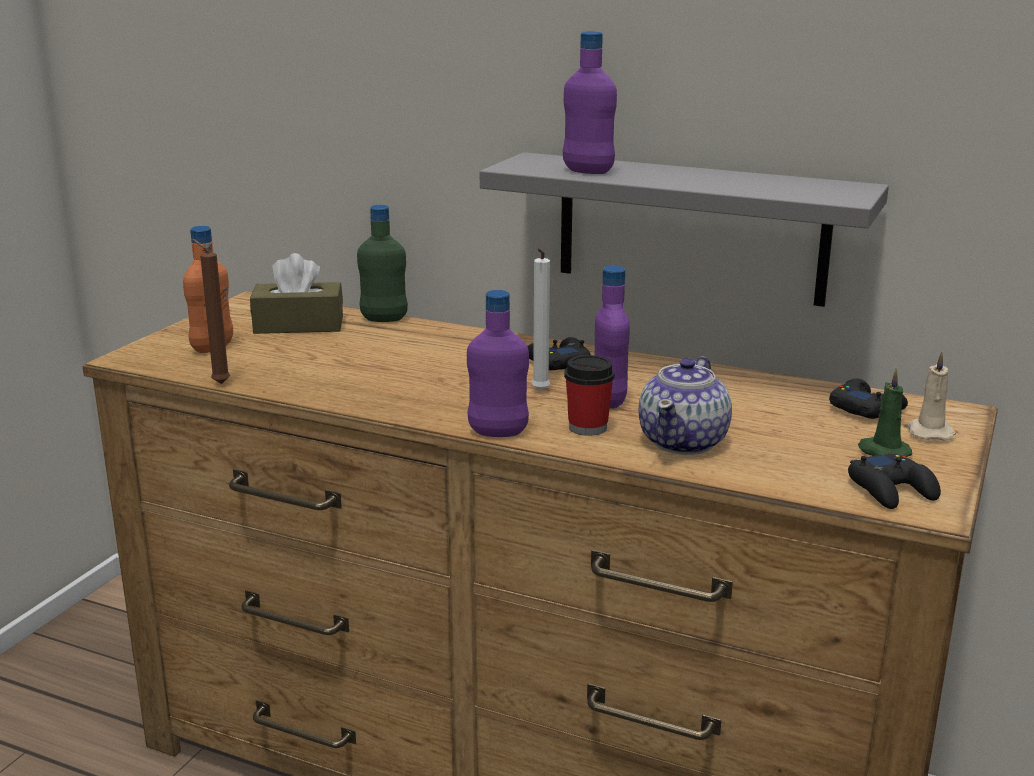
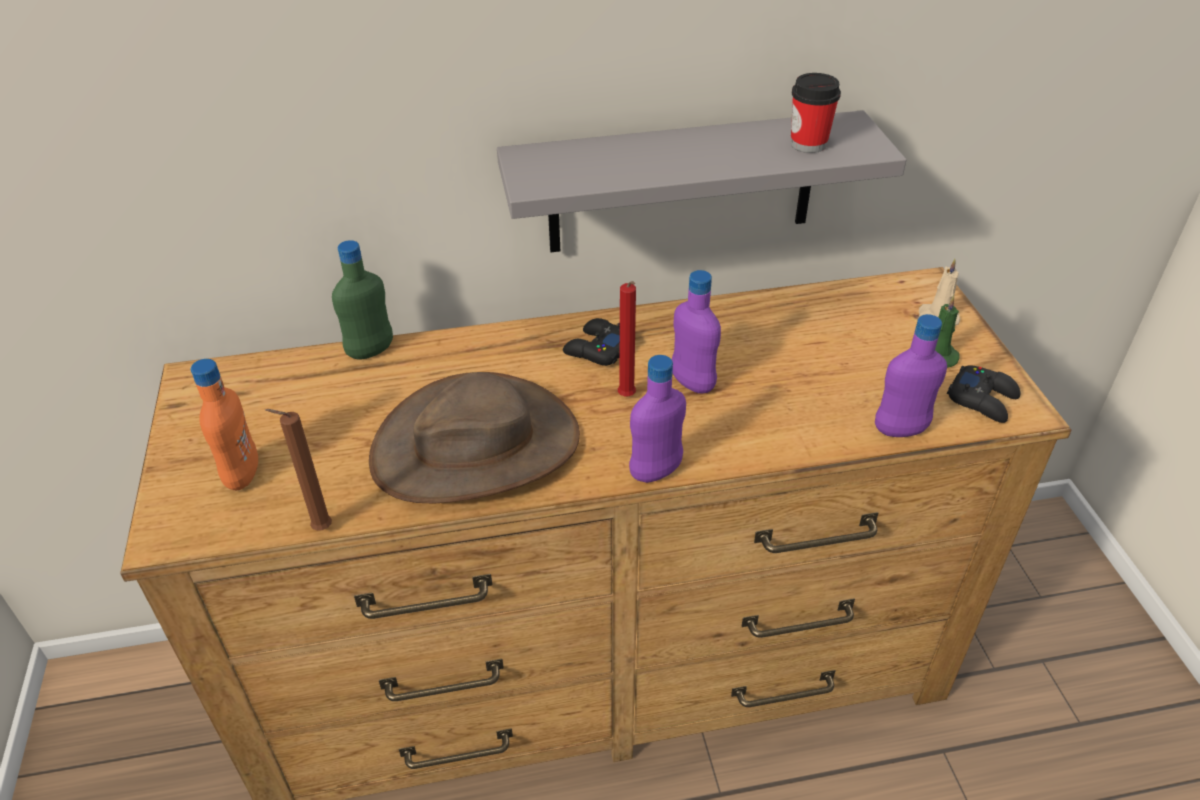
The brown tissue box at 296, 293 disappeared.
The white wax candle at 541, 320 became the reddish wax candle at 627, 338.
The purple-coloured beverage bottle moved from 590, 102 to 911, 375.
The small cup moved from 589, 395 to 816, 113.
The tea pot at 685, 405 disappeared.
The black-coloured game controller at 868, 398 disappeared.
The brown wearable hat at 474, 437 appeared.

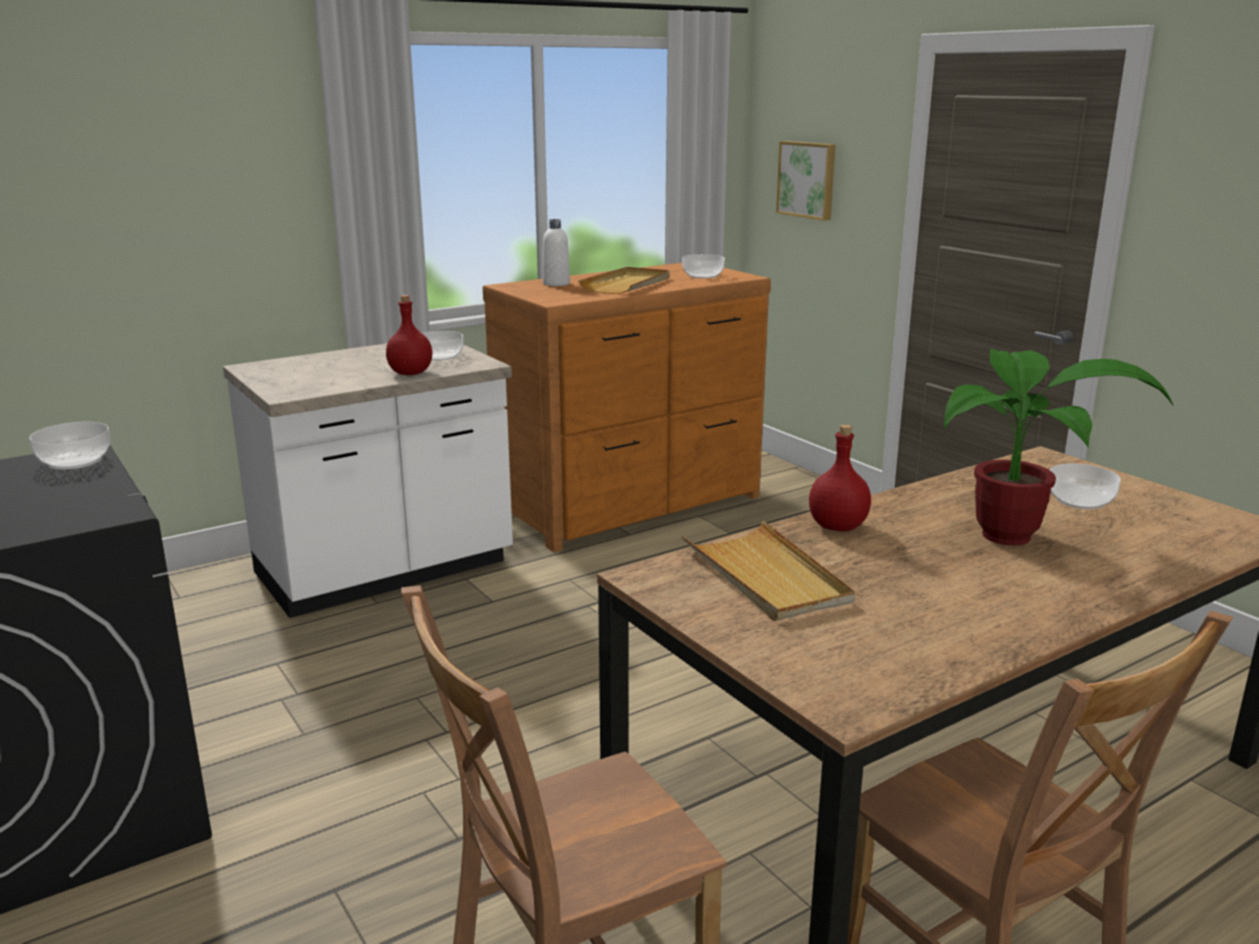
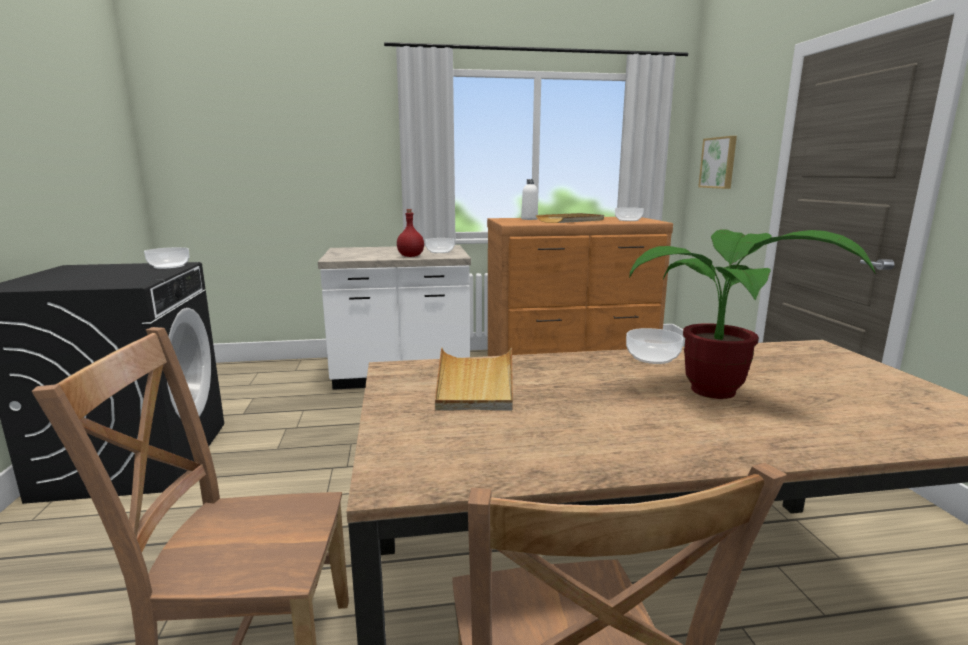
The reddish beverage bottle at 840, 478 disappeared.
The deep dish moved from 1085, 486 to 654, 346.

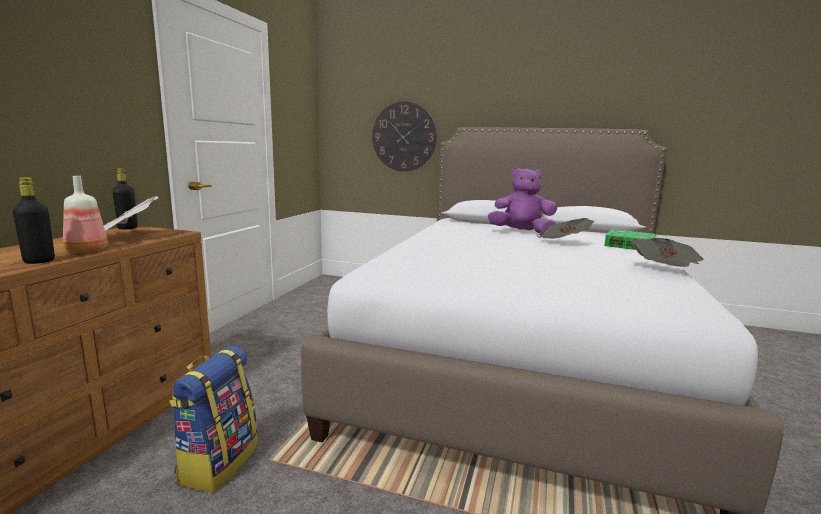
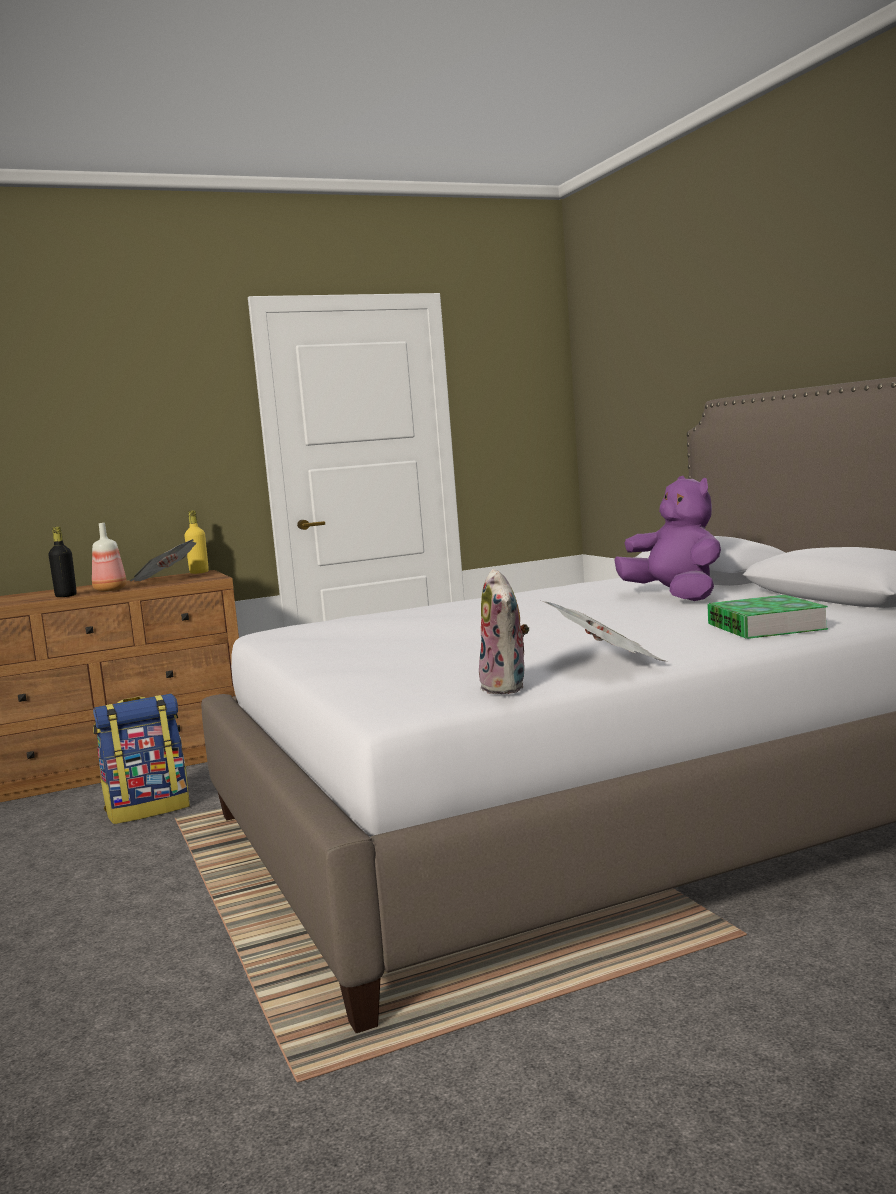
The black-coloured beverage bottle at 125, 198 became the yellow beverage bottle at 196, 542.
The wall clock at 404, 136 disappeared.
The newspaper at 566, 228 disappeared.
The plush toy at 503, 631 appeared.

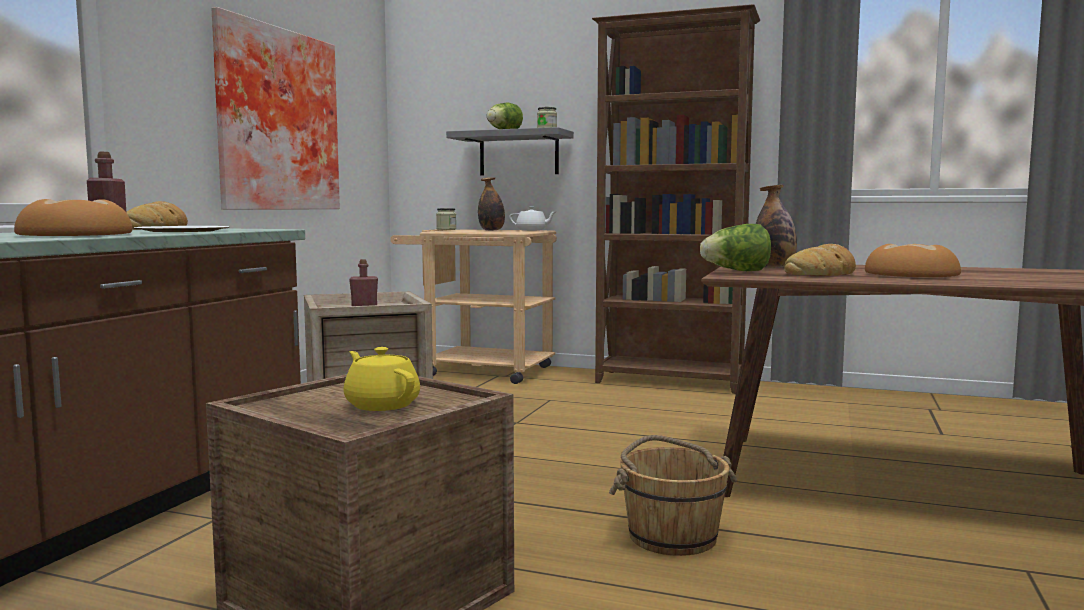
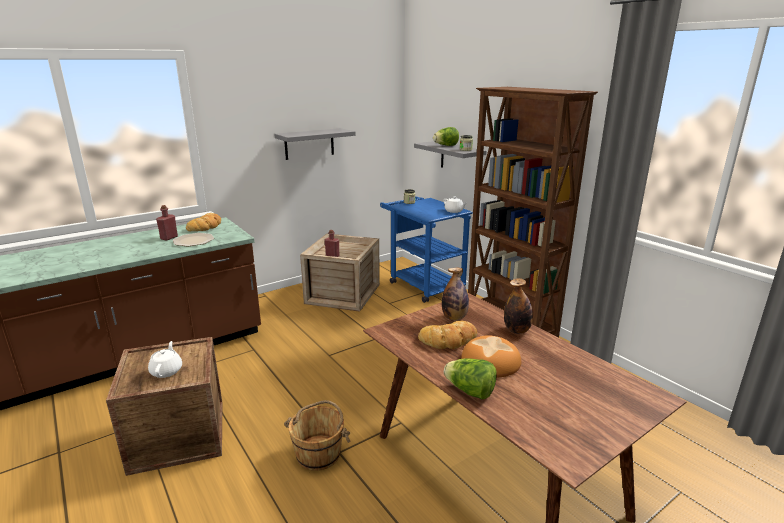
The baked bread at 73, 217 disappeared.
The picture at 275, 108 was replaced by the grey shelf at 315, 144.
The yellow tea pot at 381, 379 became the white tea pot at 165, 359.
The beige-coloured trolley at 473, 306 became the blue trolley at 426, 249.
The beverage bottle moved from 491, 204 to 518, 306.
The lettuce moved from 735, 247 to 470, 379.

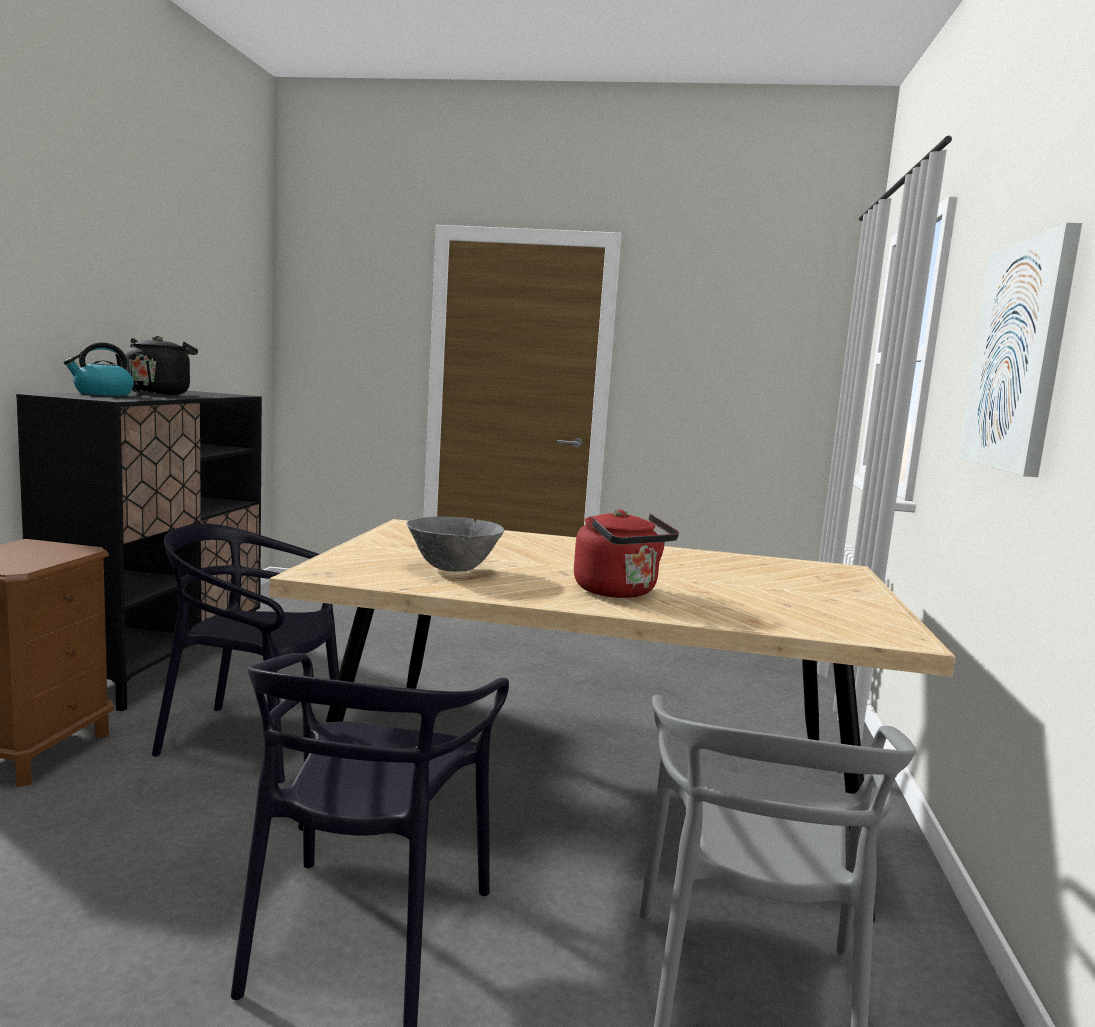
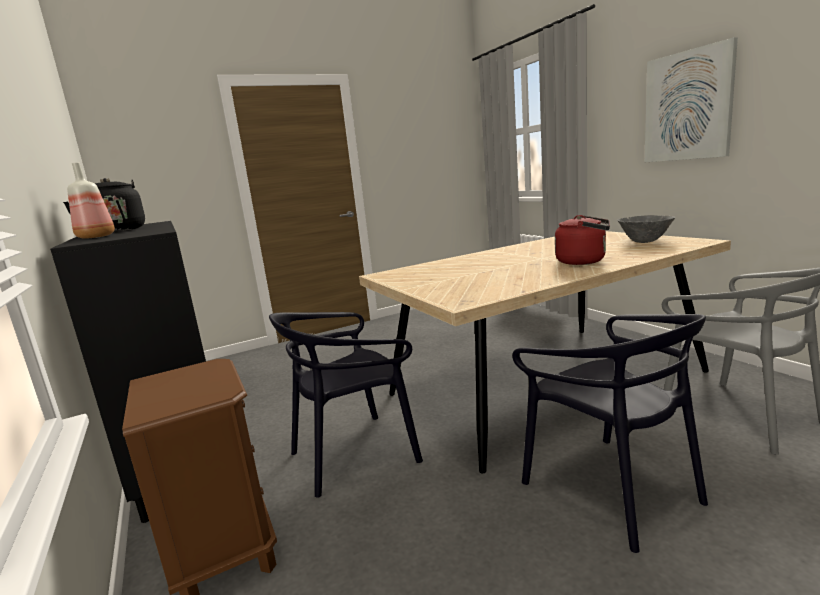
The tea kettle at 99, 369 was replaced by the beverage bottle at 91, 201.
The grey deep dish moved from 455, 544 to 646, 229.

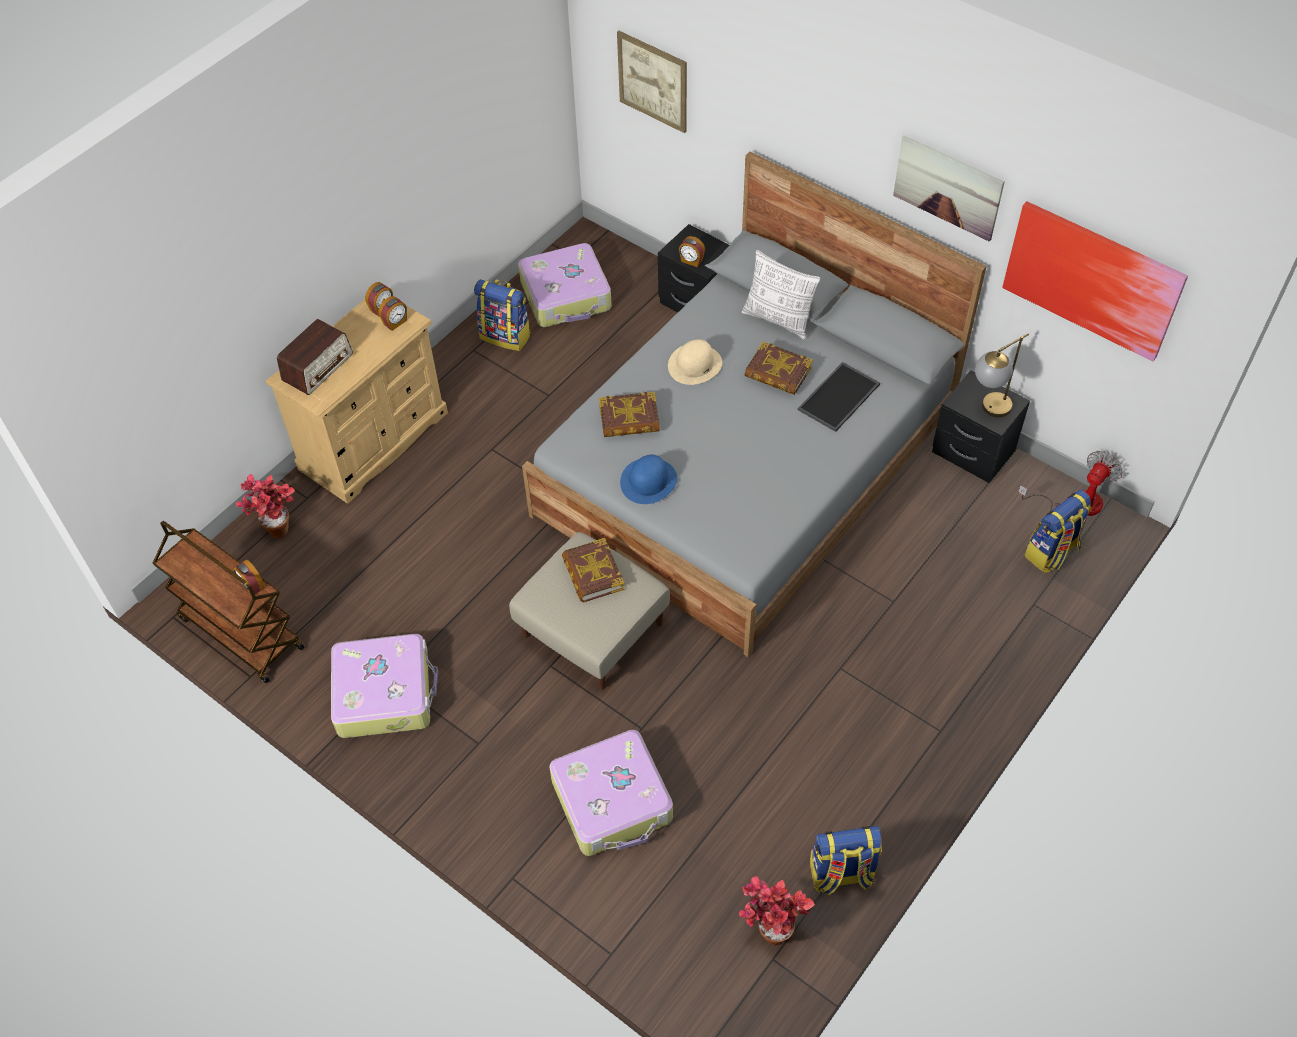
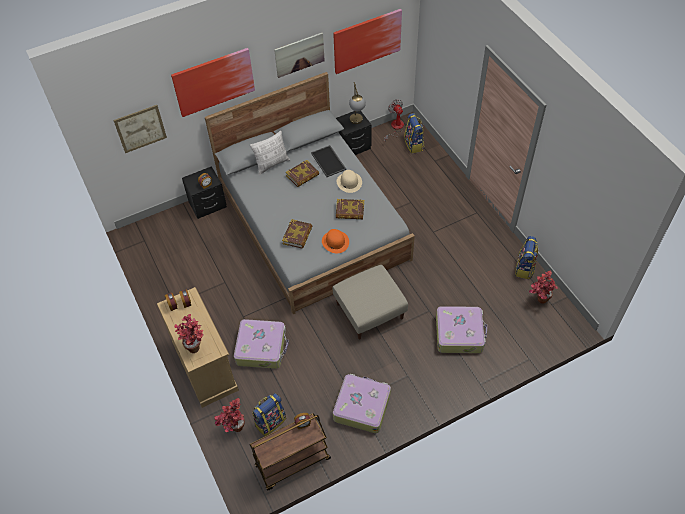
The radio at 315, 357 was replaced by the potted plant at 189, 333.
The rucksack moved from 502, 315 to 269, 414.
The suitcase moved from 565, 285 to 261, 344.
The volume moved from 593, 570 to 350, 209.
The blue wearable hat at 648, 479 became the orangey wearable hat at 335, 241.
The beige-coloured wearable hat moved from 695, 362 to 349, 181.
The picture at 213, 82 appeared.

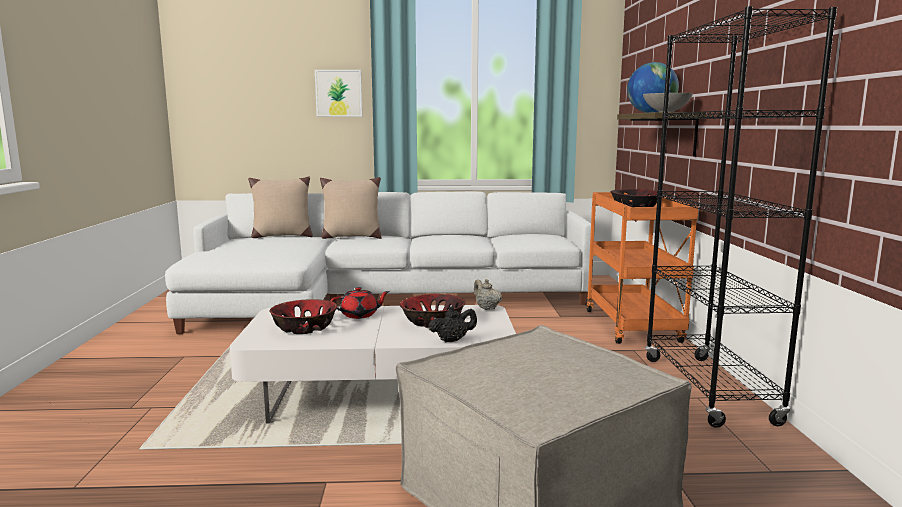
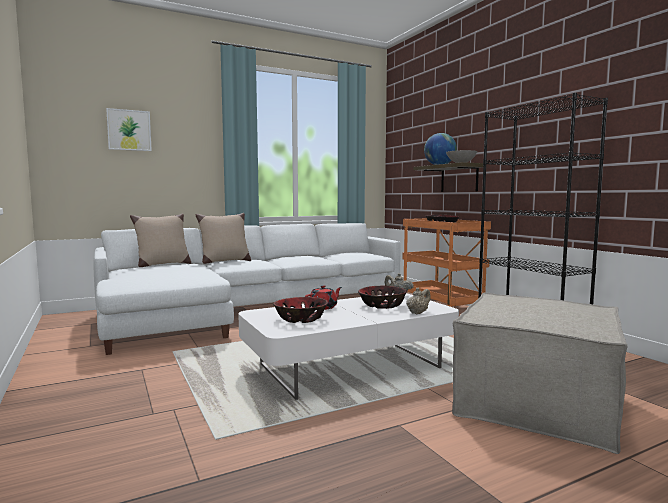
The picture moved from 338, 93 to 129, 129.
The black-coloured tea pot at 453, 324 became the beige-coloured tea pot at 418, 300.

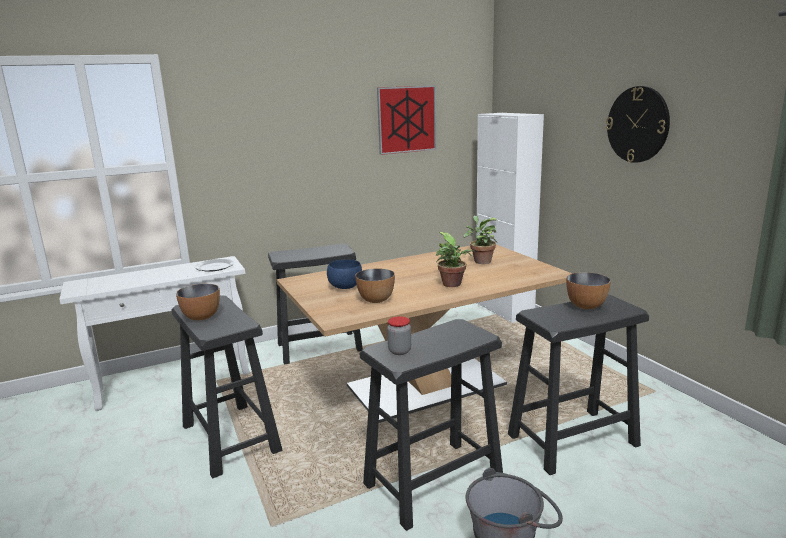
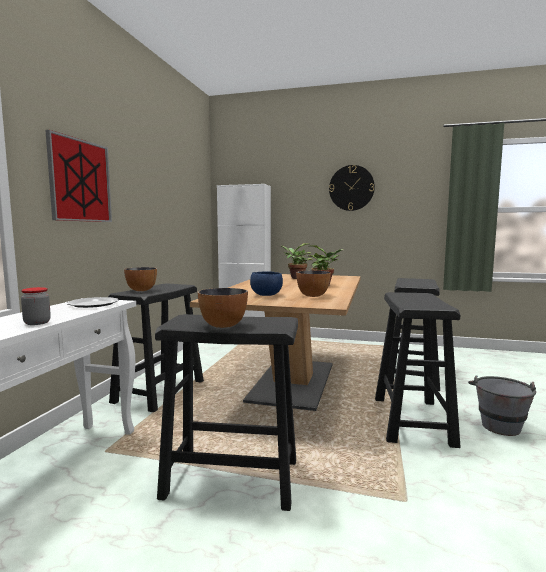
The picture moved from 407, 120 to 78, 176.
The preserve jar moved from 399, 335 to 36, 306.
The deep dish moved from 588, 290 to 140, 279.

